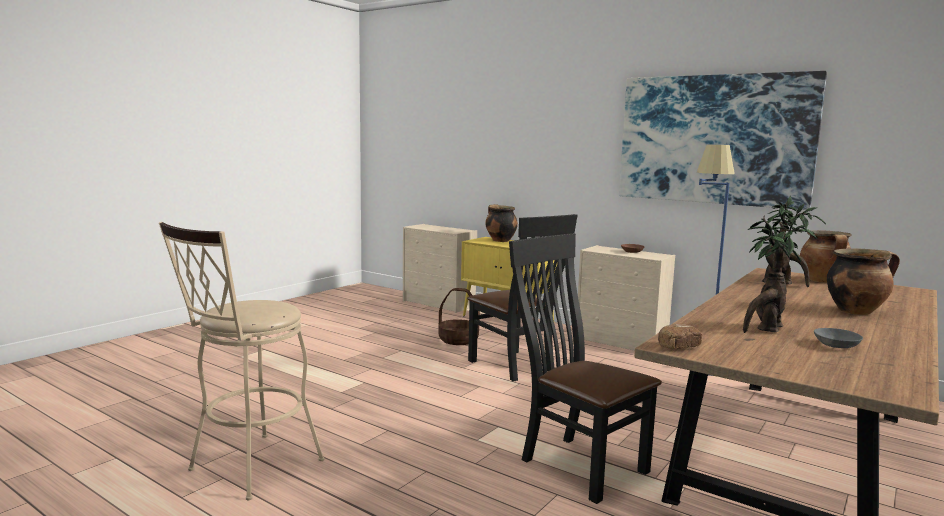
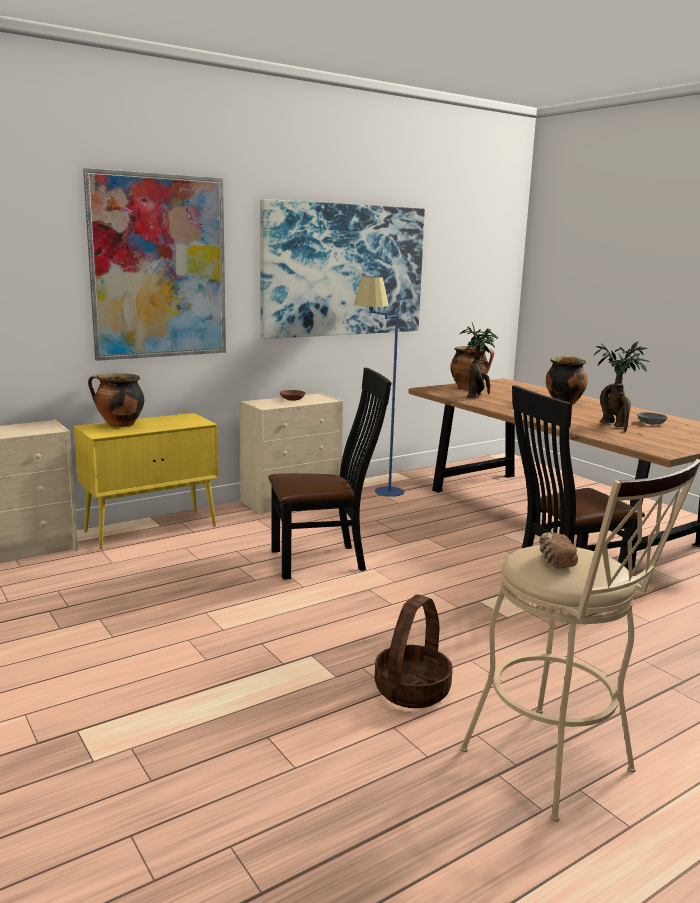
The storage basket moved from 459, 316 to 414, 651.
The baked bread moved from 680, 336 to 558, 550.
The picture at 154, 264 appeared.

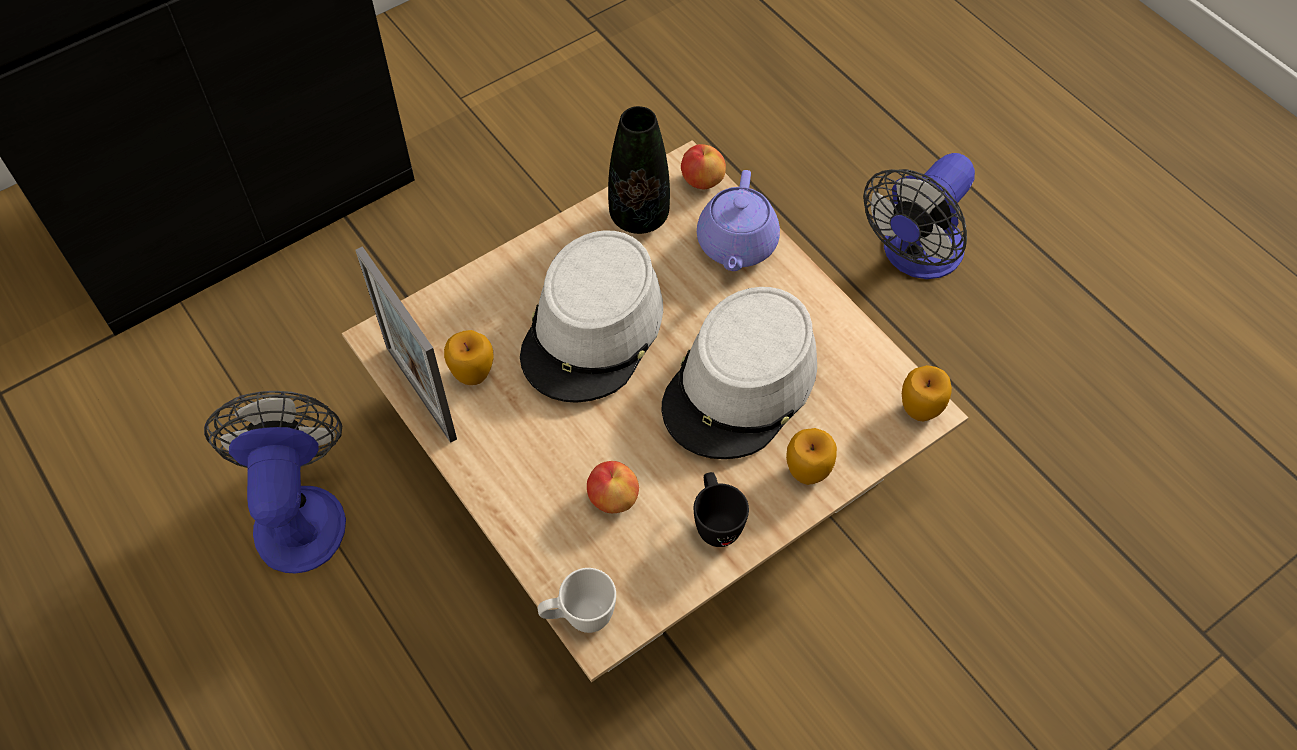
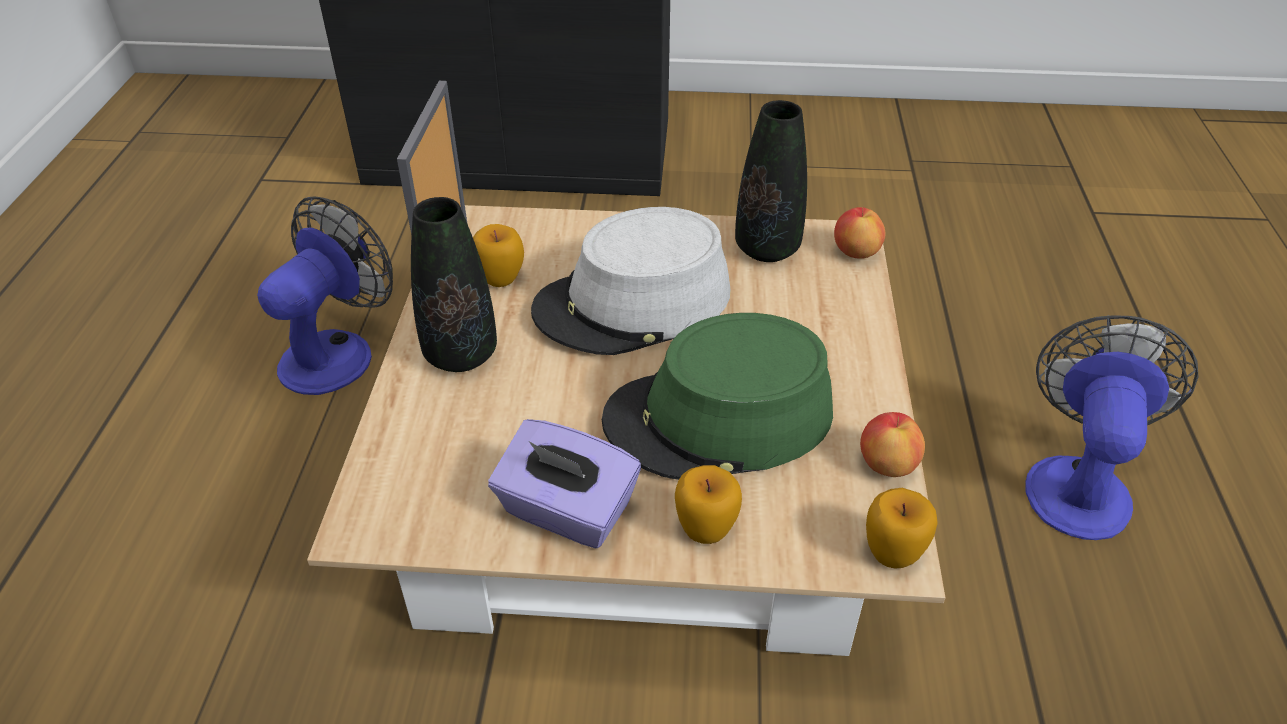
The white mug at 577, 600 disappeared.
The apple fruit moved from 613, 487 to 892, 444.
The grey wearable hat at 739, 373 became the greenish wearable hat at 717, 396.
The black-coloured mug at 721, 509 was replaced by the purple-coloured tissue box at 564, 484.
The purple-coloured tea pot at 738, 220 disappeared.
The fan at 919, 216 turned 120 degrees clockwise.
The black-coloured flower vase at 454, 284 appeared.

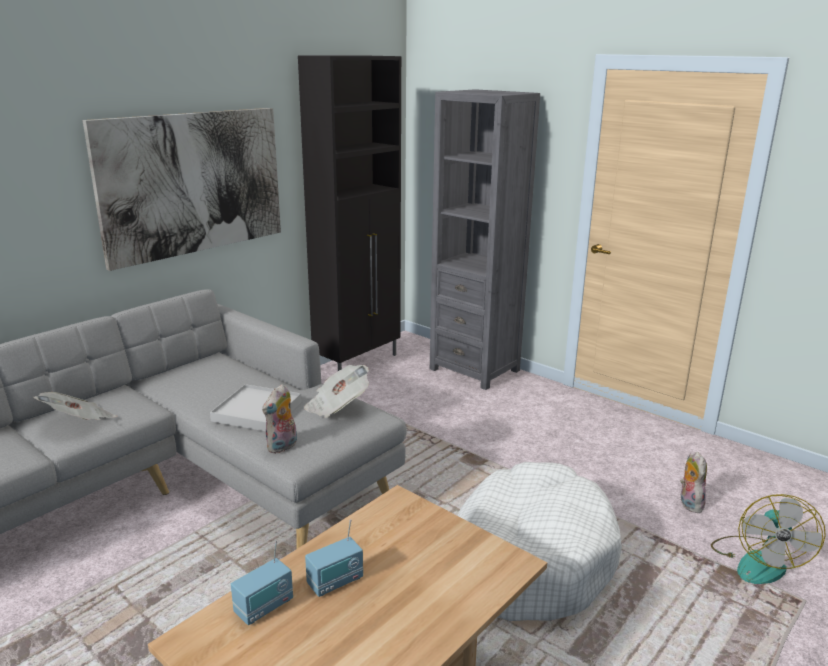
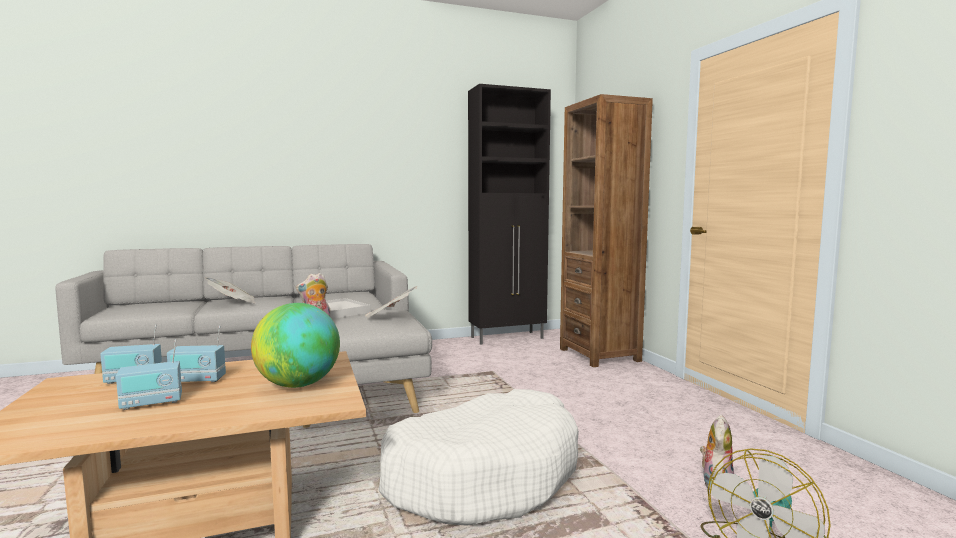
The picture at 182, 189 disappeared.
The grey shelving unit at 485, 239 became the brown shelving unit at 606, 230.
The radio at 149, 374 appeared.
The desk globe at 295, 345 appeared.

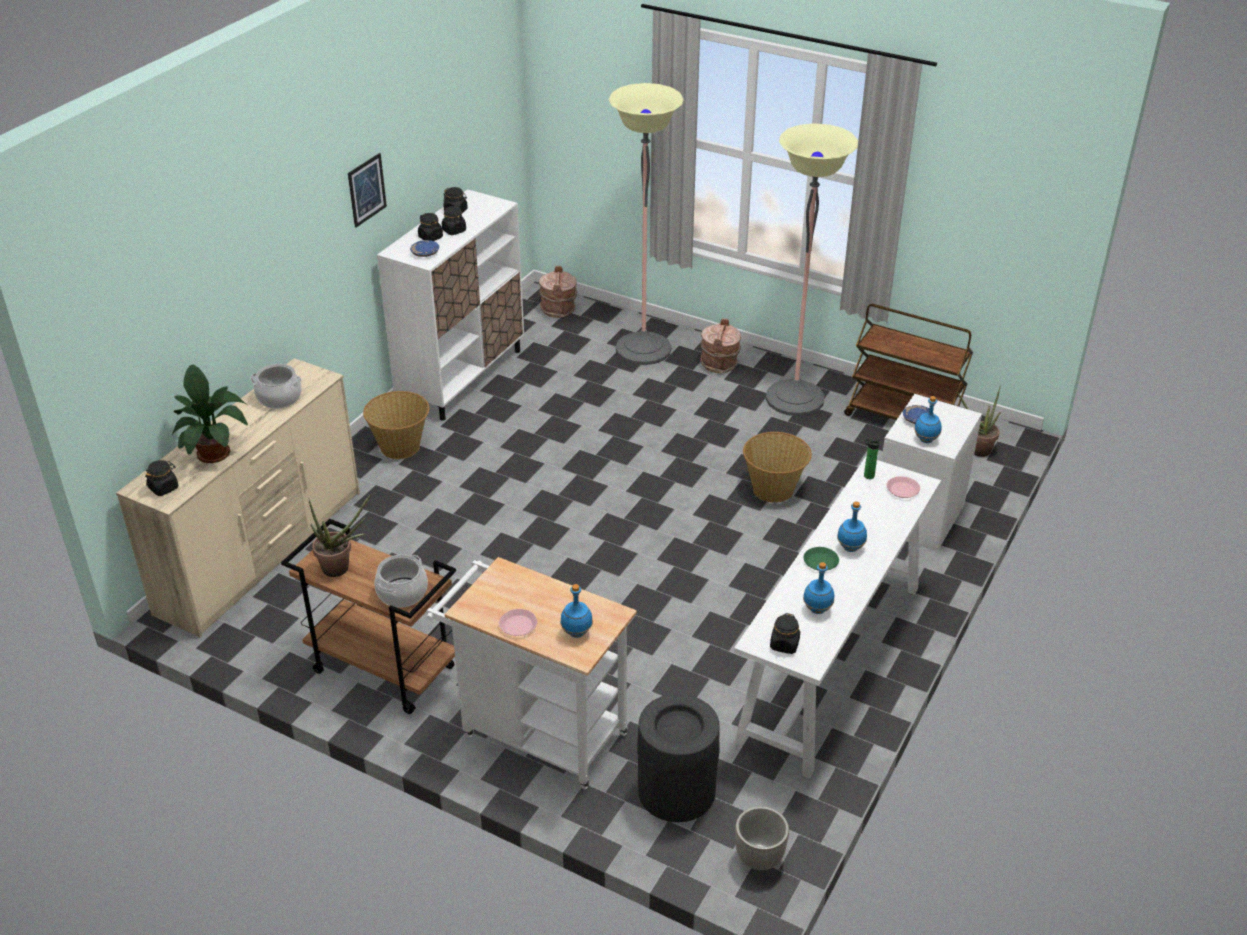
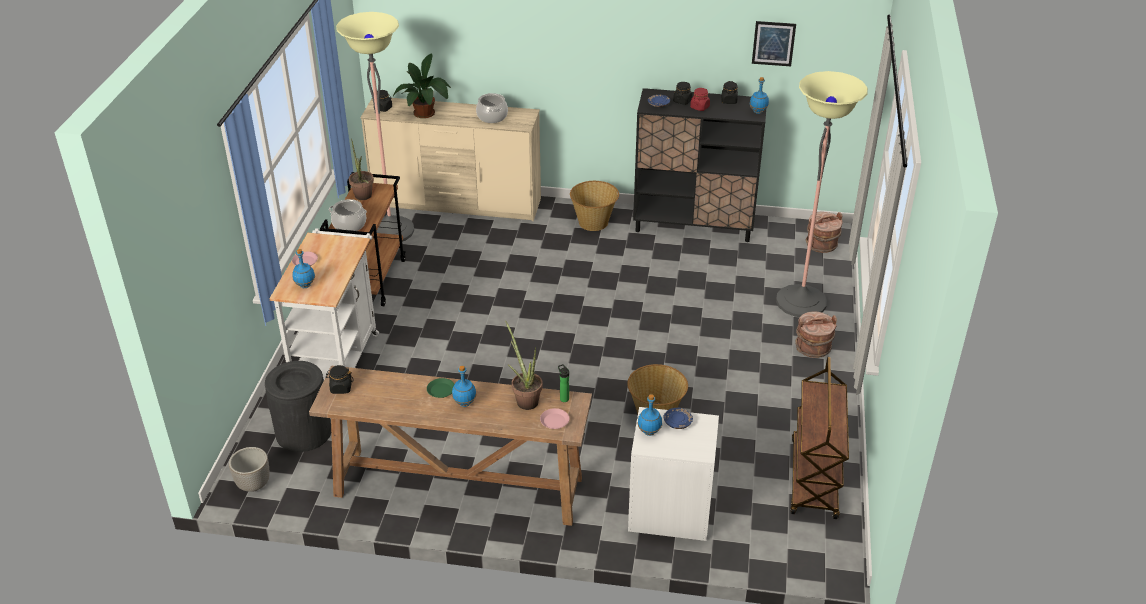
The picture moved from 367, 190 to 774, 43.
The white cupboard at 450, 305 became the black-coloured cupboard at 699, 165.
The black-coloured preserve jar at 454, 220 became the reddish preserve jar at 700, 99.
The white hall table at 837, 617 became the brown hall table at 450, 445.
The floor lamp moved from 812, 269 to 375, 127.
The blue beverage bottle moved from 818, 588 to 759, 95.
The potted plant moved from 979, 422 to 524, 365.

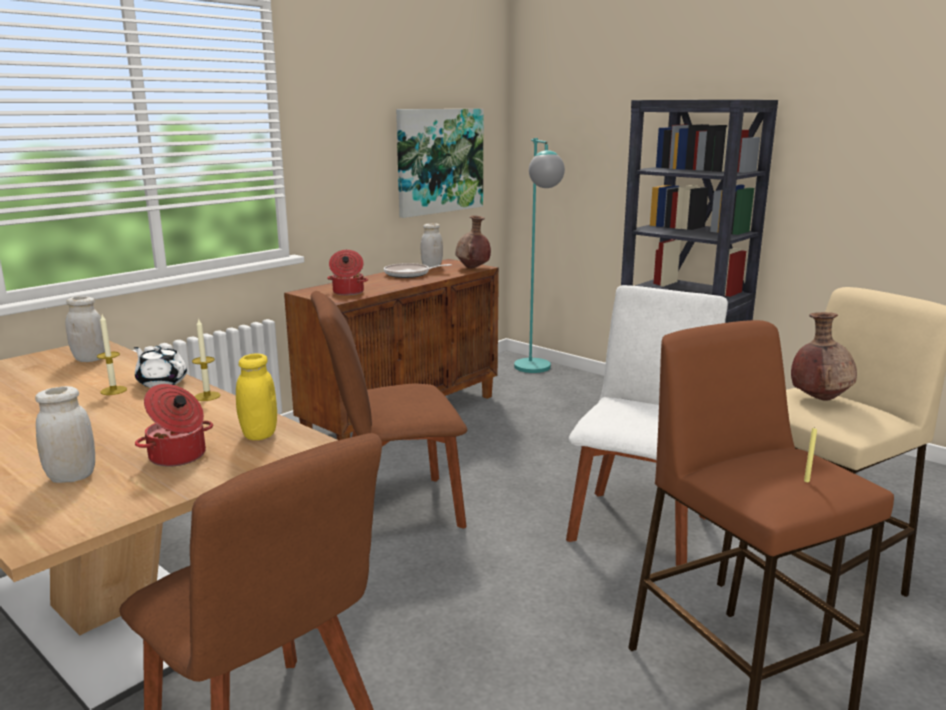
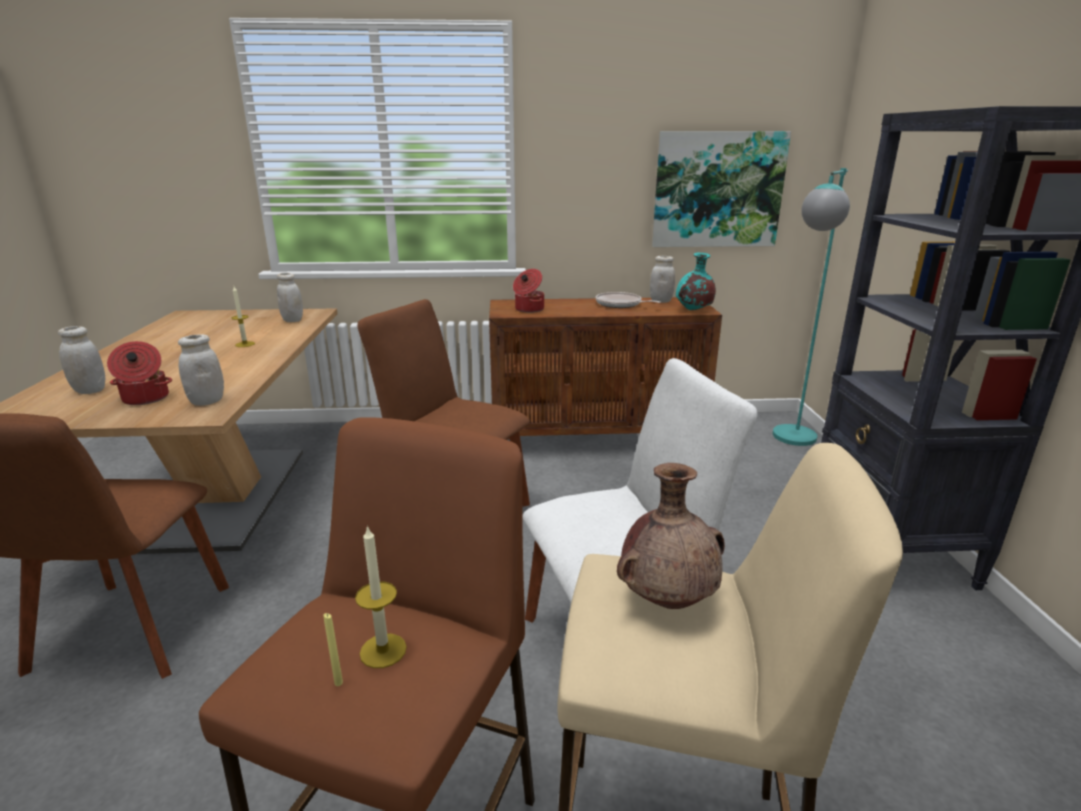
The white tea pot at 160, 367 disappeared.
The wax candle moved from 206, 359 to 381, 596.
The yellow preserve jar at 256, 396 became the white preserve jar at 201, 370.
The brown flower vase at 473, 242 became the turquoise flower vase at 696, 281.

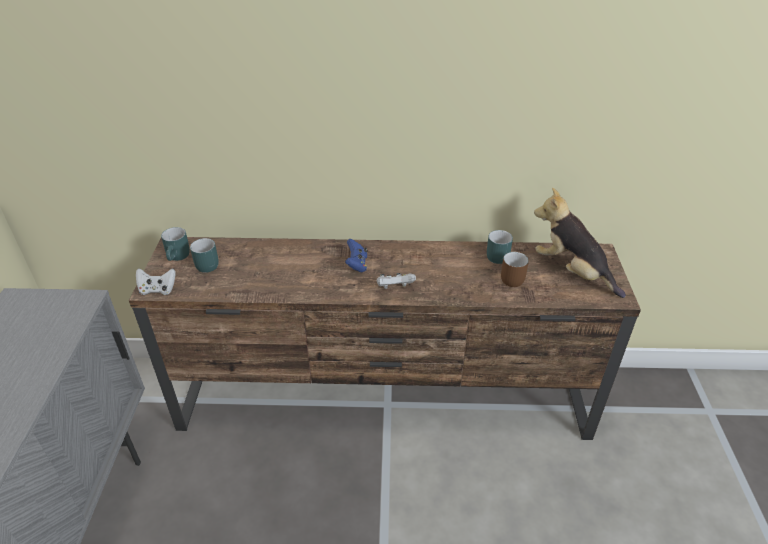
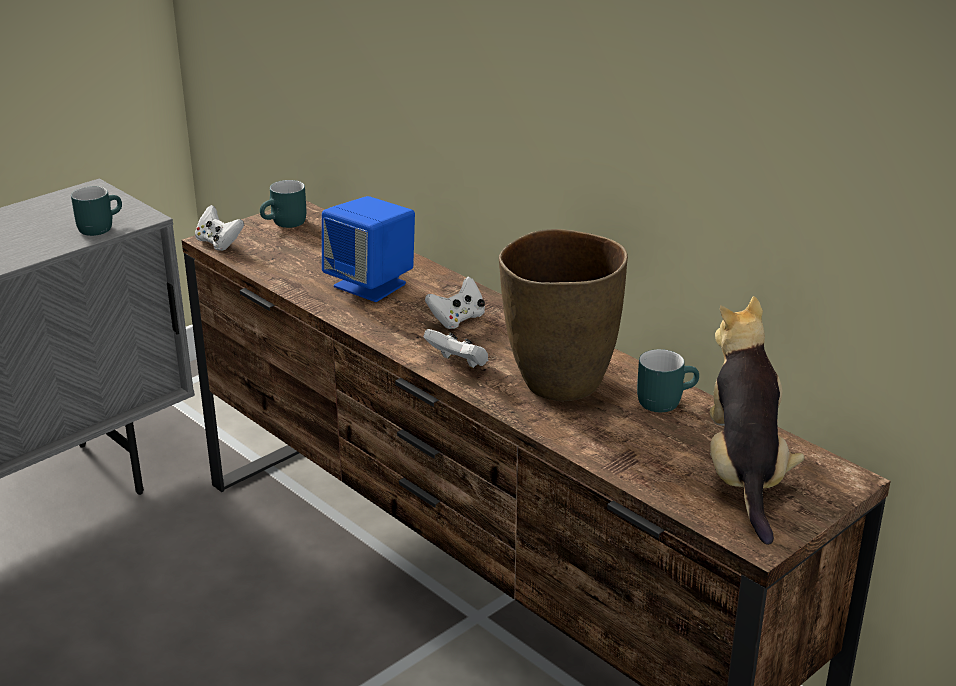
The turquoise mug moved from 204, 255 to 96, 211.
The blue game controller at 356, 255 became the white game controller at 455, 303.
The brown mug at 515, 269 disappeared.
The blue audio speaker at 368, 249 appeared.
The brown flower vase at 563, 315 appeared.

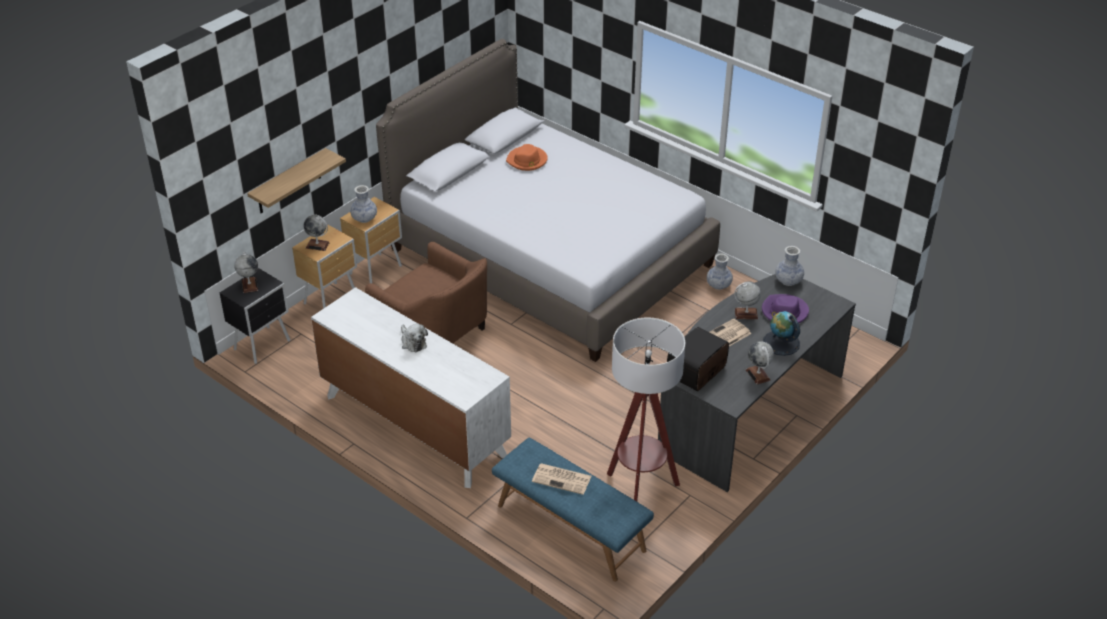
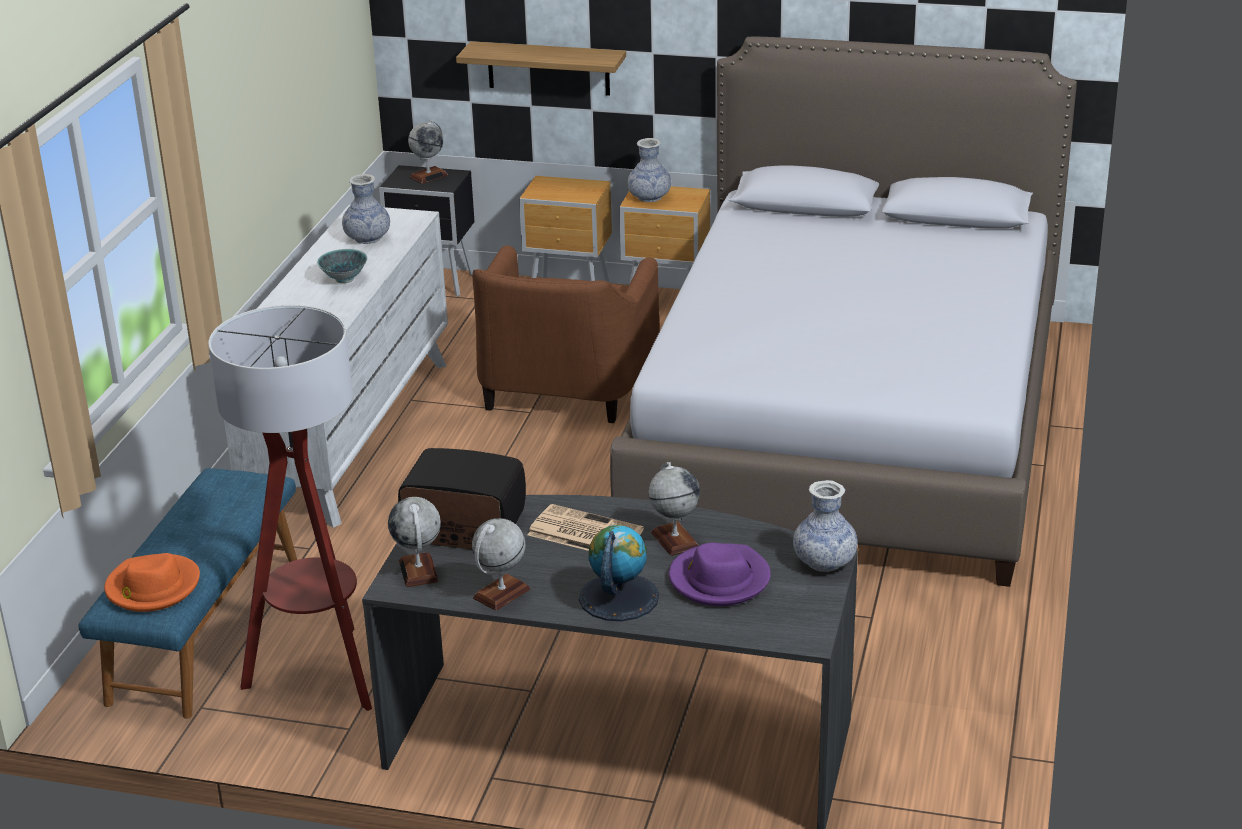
The desk globe moved from 317, 233 to 414, 542.
The plush toy at 414, 338 was replaced by the deep dish at 342, 266.
The orangey wearable hat moved from 527, 157 to 152, 582.
The newspaper at 561, 479 disappeared.
The flower vase moved from 720, 271 to 366, 209.

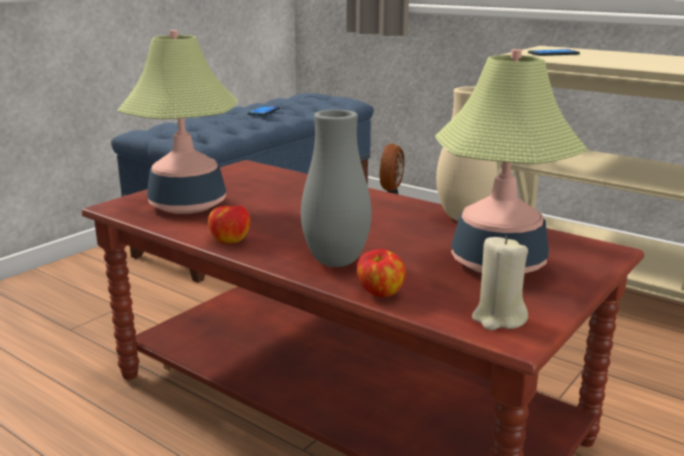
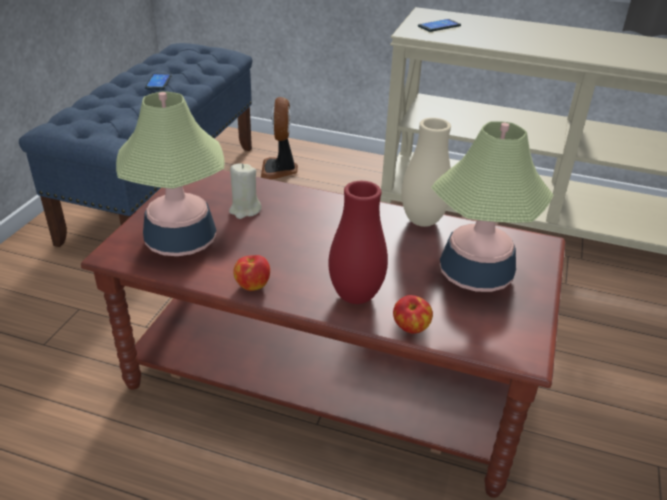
The grey flower vase at 336, 188 became the reddish flower vase at 358, 242.
The beige-coloured wax candle moved from 500, 283 to 245, 191.

